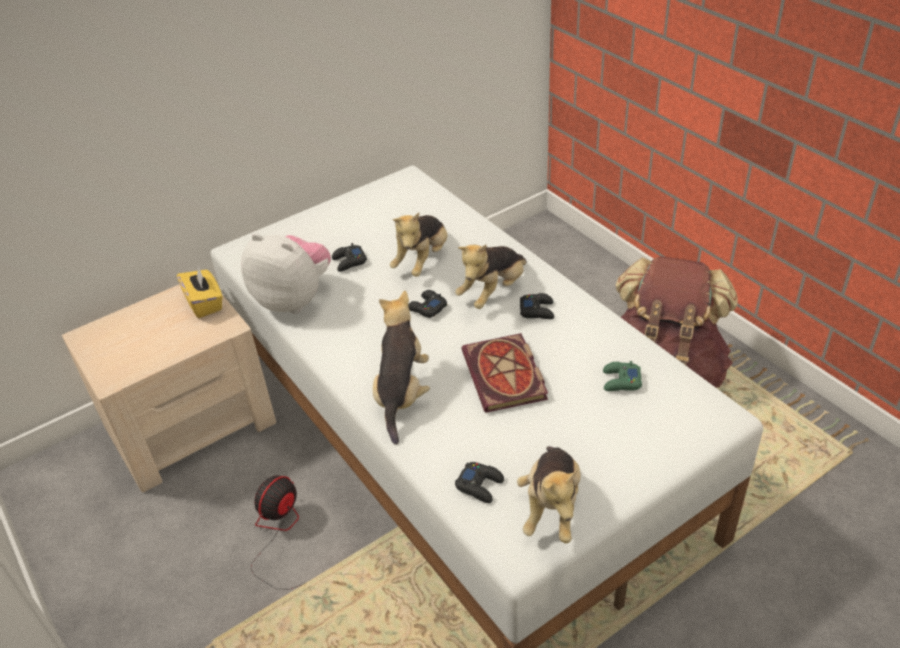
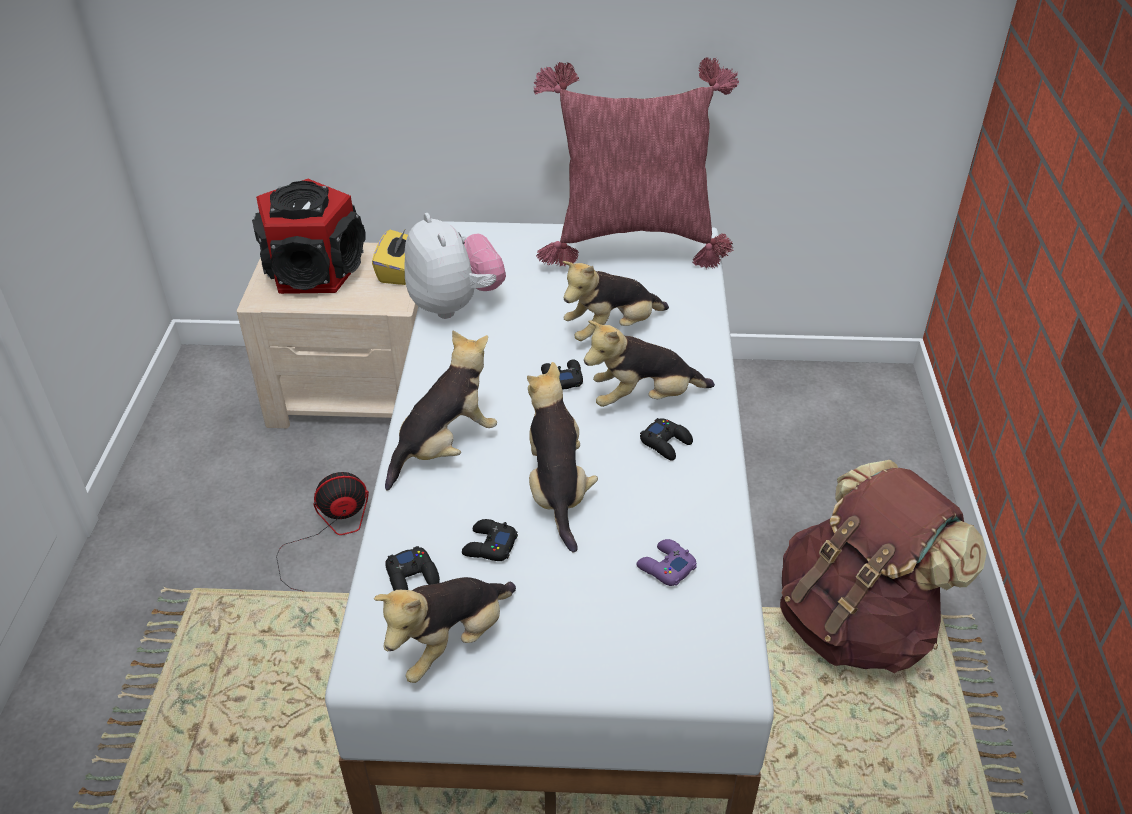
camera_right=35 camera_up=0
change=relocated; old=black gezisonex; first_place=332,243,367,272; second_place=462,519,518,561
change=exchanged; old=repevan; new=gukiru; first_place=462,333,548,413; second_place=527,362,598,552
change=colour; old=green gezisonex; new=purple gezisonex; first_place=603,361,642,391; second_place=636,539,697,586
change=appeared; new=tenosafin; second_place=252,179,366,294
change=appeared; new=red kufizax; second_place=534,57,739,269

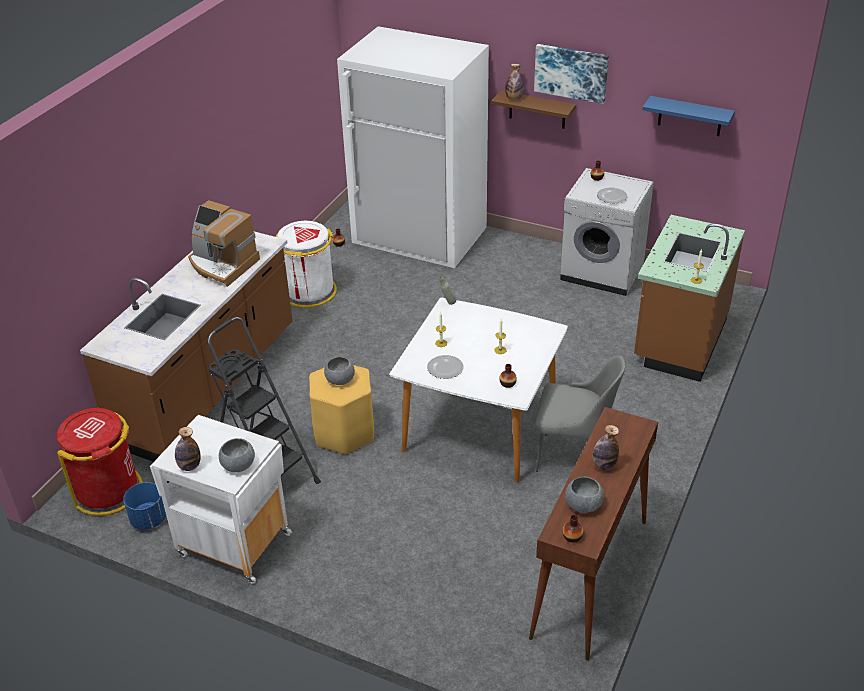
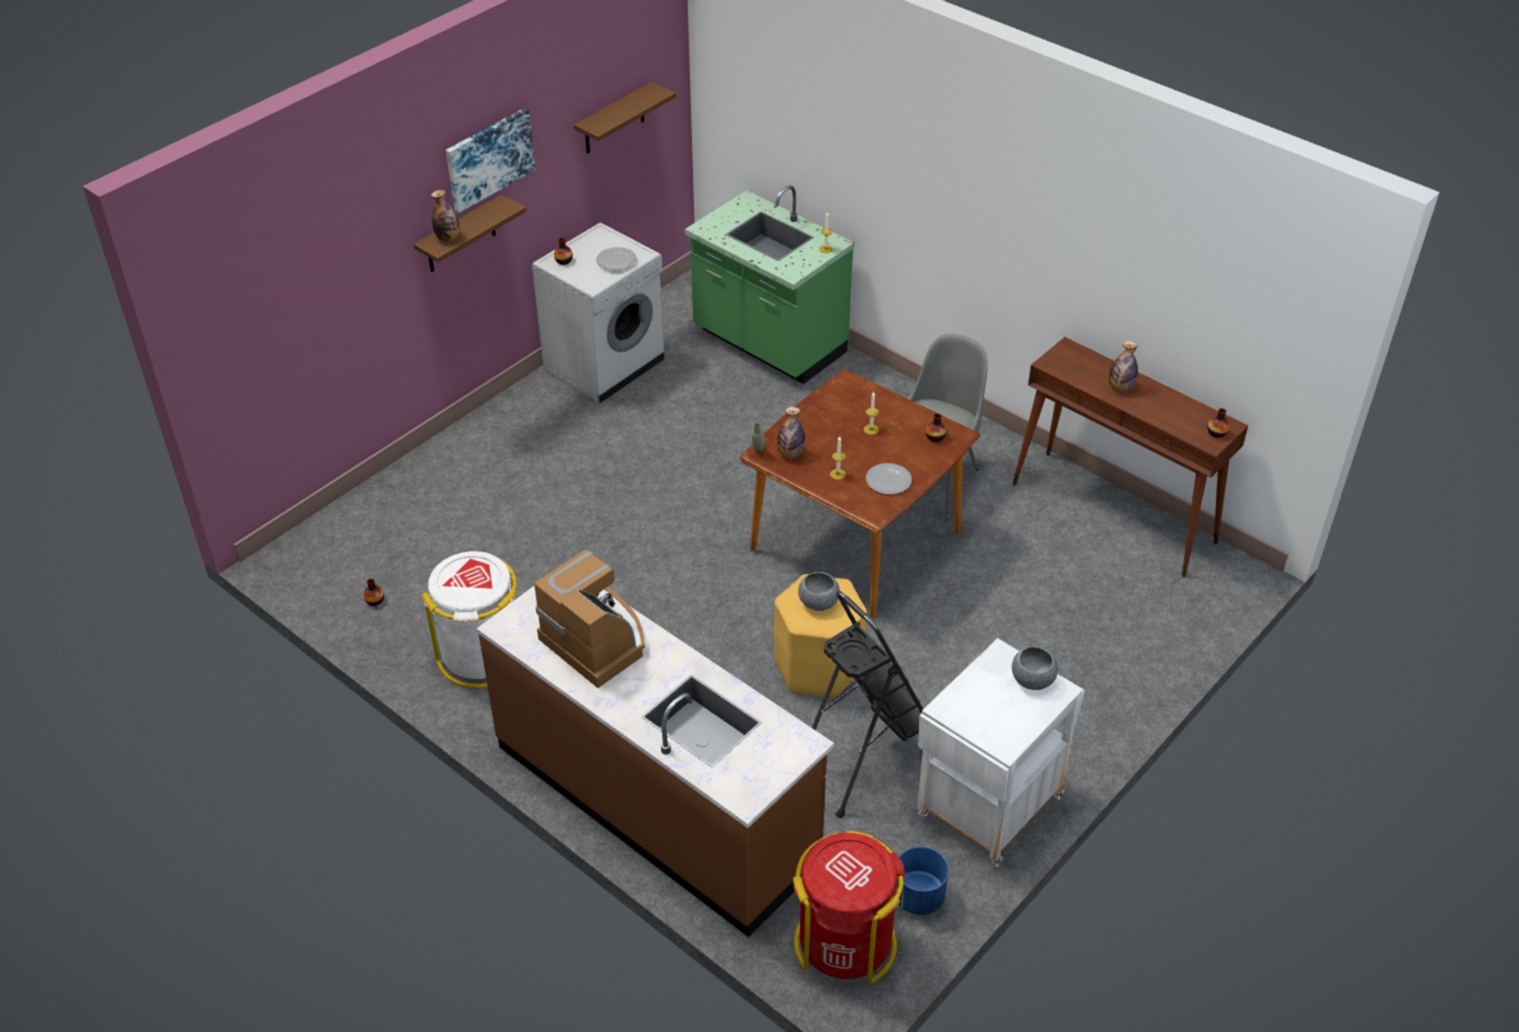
camera_right=-75 camera_up=5
change=relocated; old=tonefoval; first_place=175,427,201,471; second_place=777,407,805,458
change=spun; old=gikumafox; first_place=188,200,260,287; second_place=534,549,645,688; degrees=-90
change=missing; old=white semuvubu; first_place=337,26,489,268
change=colour; old=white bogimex; new=brown bogimex; first_place=389,298,568,483; second_place=740,369,981,618
change=missing; old=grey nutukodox; first_place=565,477,604,513
change=colour; old=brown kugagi; new=green kugagi; first_place=634,215,745,382; second_place=685,185,854,384
change=colour; old=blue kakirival; new=brown kakirival; first_place=643,96,735,136; second_place=574,82,676,153

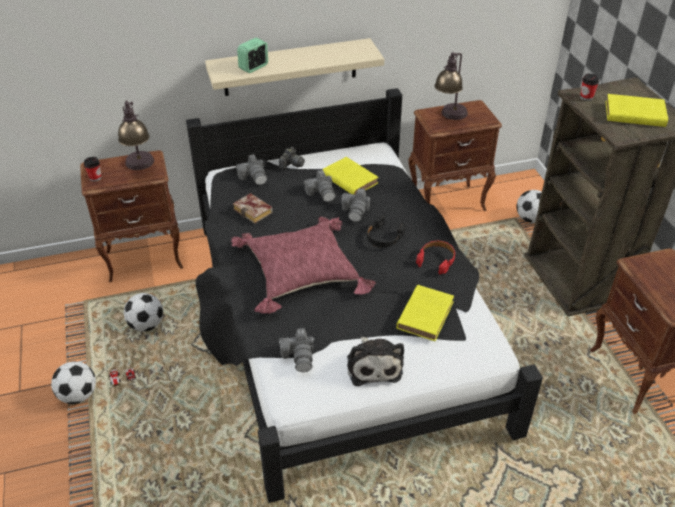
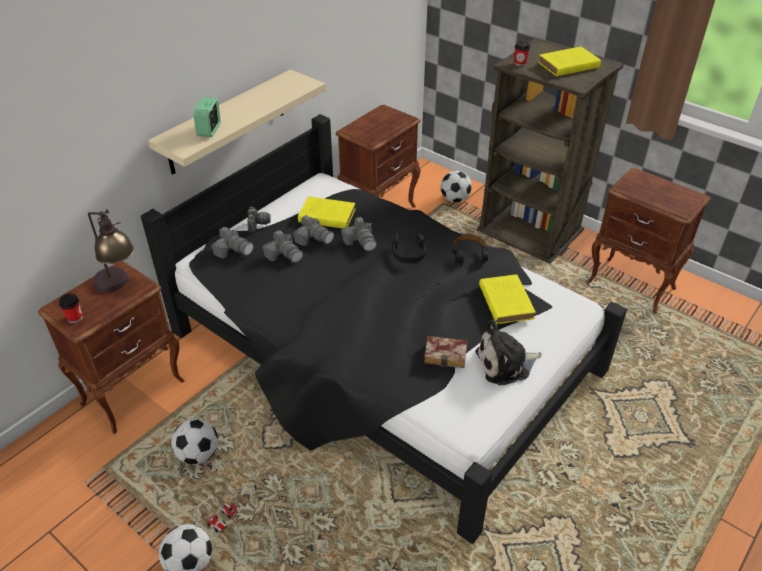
camera_right=-35 camera_up=0
change=missing; old=red kufizax; first_place=231,216,376,314
change=relocated; old=repevan; first_place=233,193,273,224; second_place=424,336,467,368
change=relocated; old=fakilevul; first_place=279,328,314,372; second_place=262,230,303,263
change=spun; old=gukiru; first_place=347,336,404,386; second_place=475,319,542,385; degrees=120
change=colour; old=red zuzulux; new=black zuzulux; first_place=416,241,455,274; second_place=452,234,488,265
change=missing; old=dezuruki; first_place=435,52,468,120

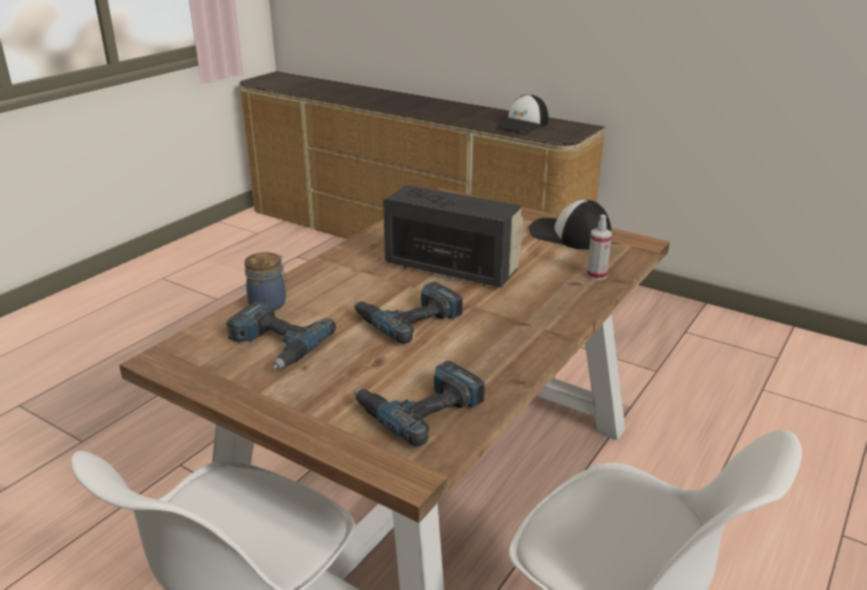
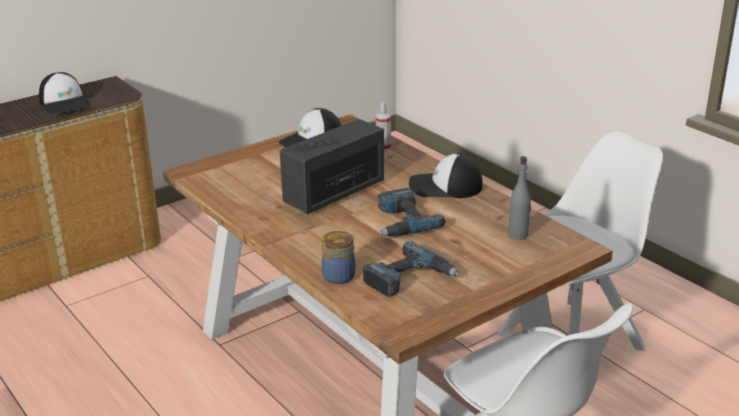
camera_right=-70 camera_up=0
change=exchanged; old=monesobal; new=grey tonefoval; first_place=354,361,485,446; second_place=508,156,531,240
change=appeared; new=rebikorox; second_place=409,153,483,198

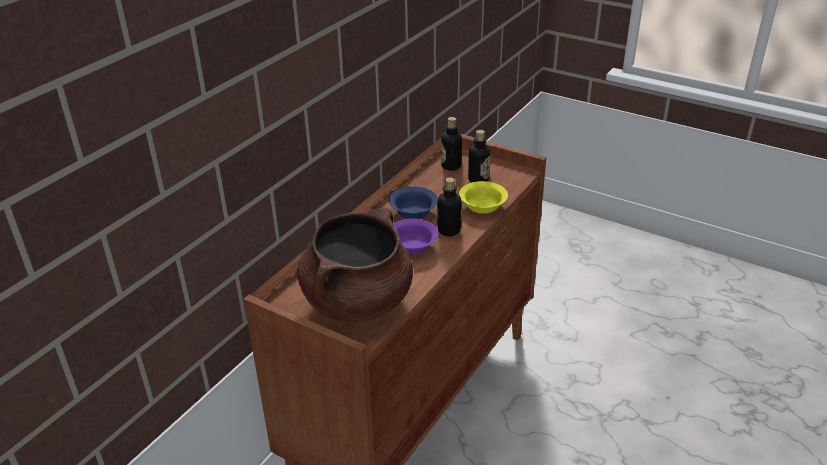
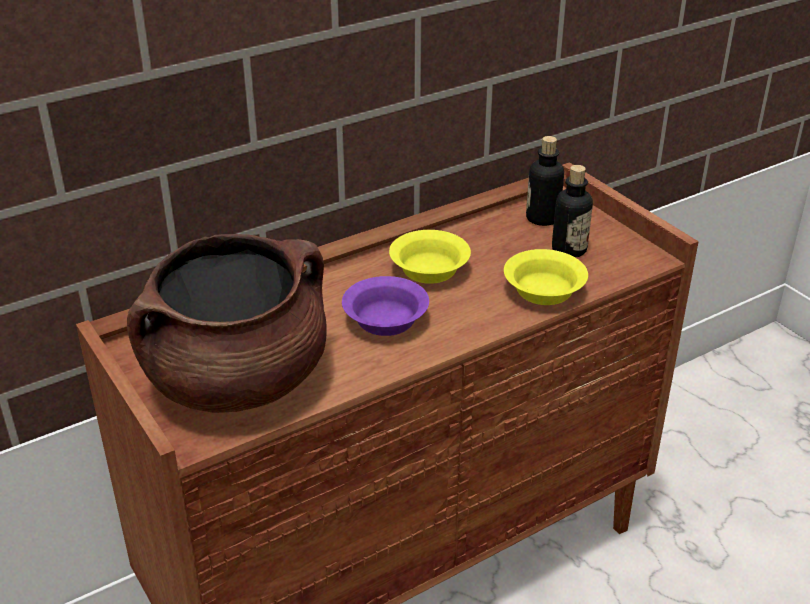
camera_right=25 camera_up=0
change=colour; old=blue nutukodox; new=yellow nutukodox; first_place=389,187,438,219; second_place=389,230,471,284
change=missing; old=tonefoval; first_place=437,177,462,236

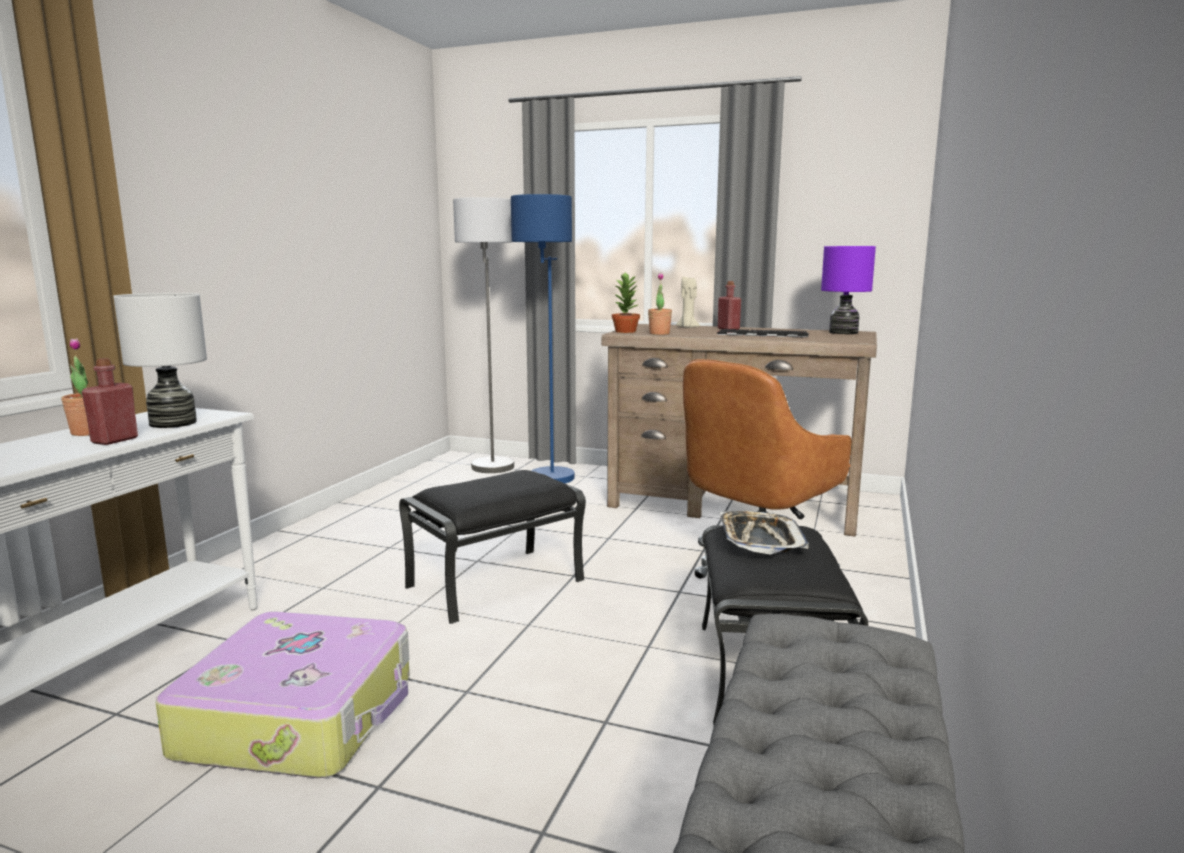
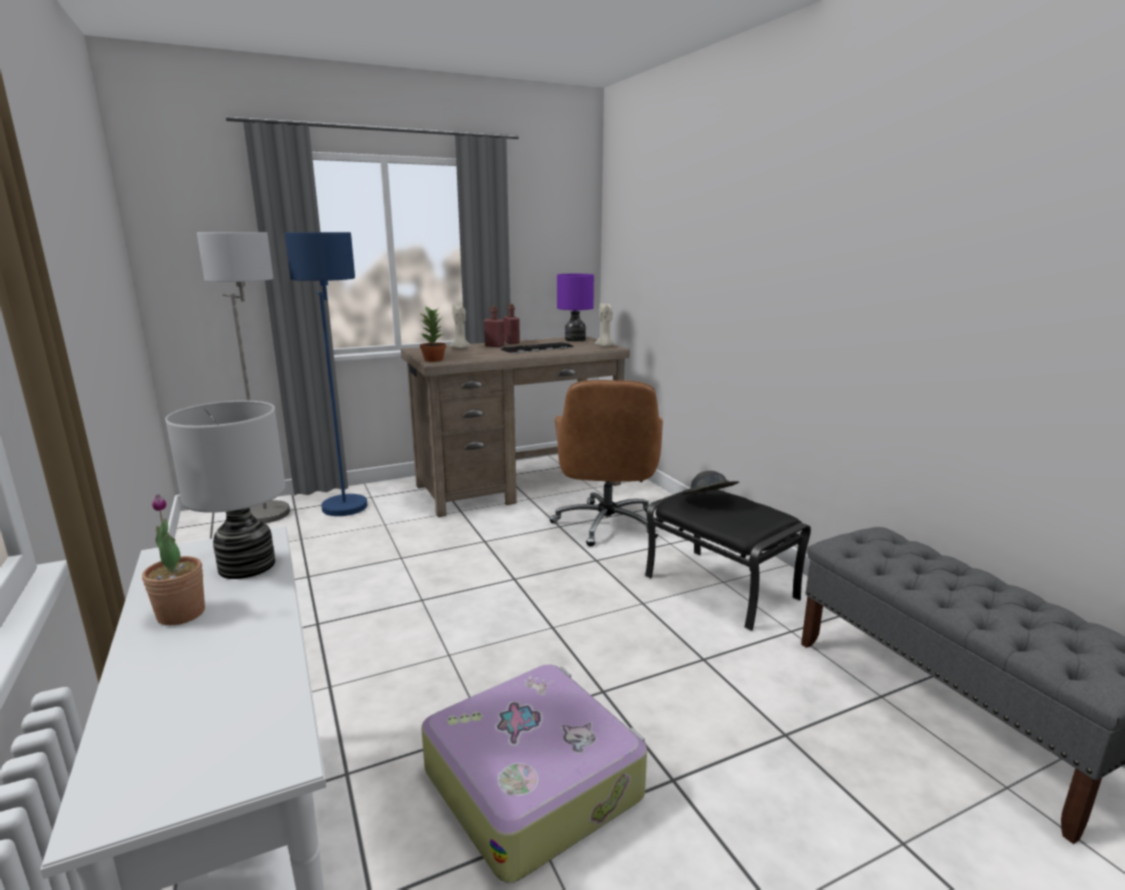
camera_right=-45 camera_up=5
change=relocated; old=red tonefoval; first_place=82,358,138,445; second_place=503,304,520,344
change=missing; old=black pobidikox; first_place=399,470,586,624
change=missing; old=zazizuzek; first_place=648,273,672,335
change=exchanged; old=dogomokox; new=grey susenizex; first_place=719,511,808,555; second_place=680,471,739,495
change=appeared; new=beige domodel; second_place=595,303,616,347

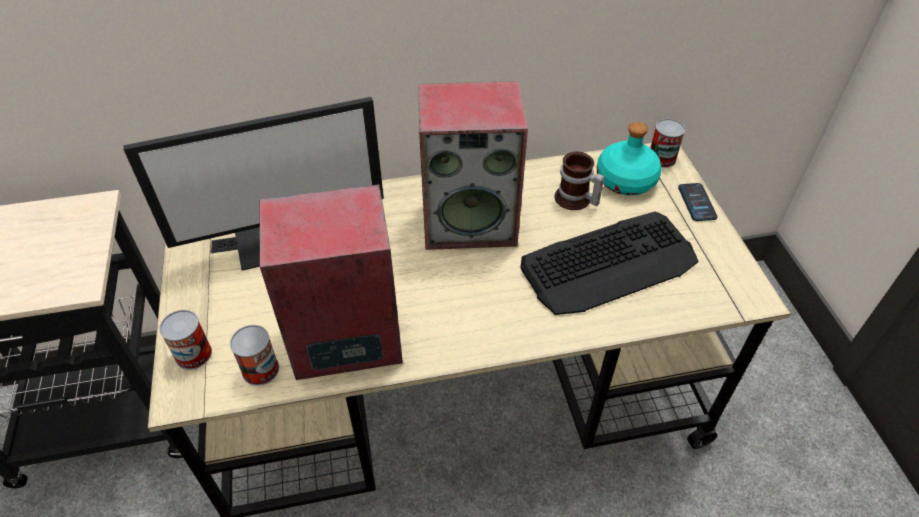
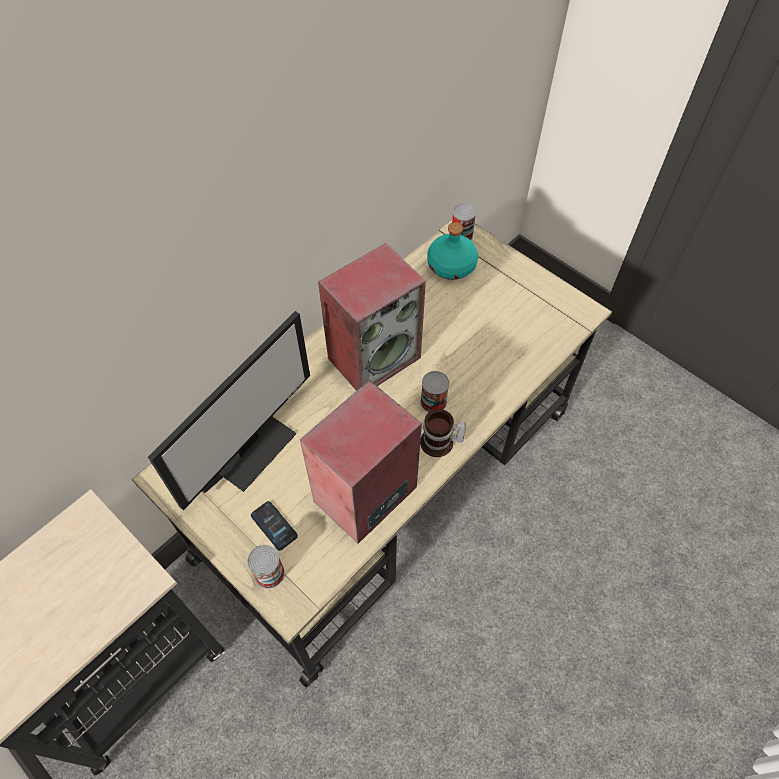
camera_right=-35 camera_up=10
change=relocated; old=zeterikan; first_place=230,325,279,385; second_place=421,371,449,412
change=missing; old=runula; first_place=520,211,698,315
change=relocated; old=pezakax; first_place=555,151,605,210; second_place=420,409,466,457
change=relocated; old=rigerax; first_place=678,183,718,221; second_place=251,501,298,550

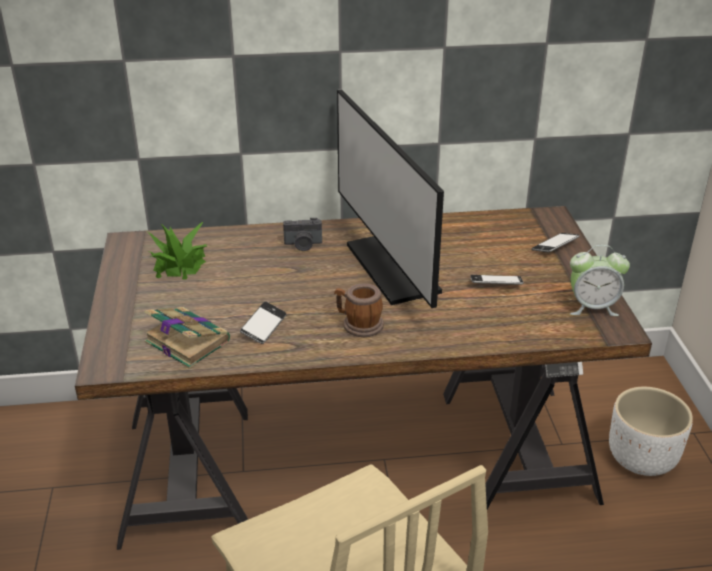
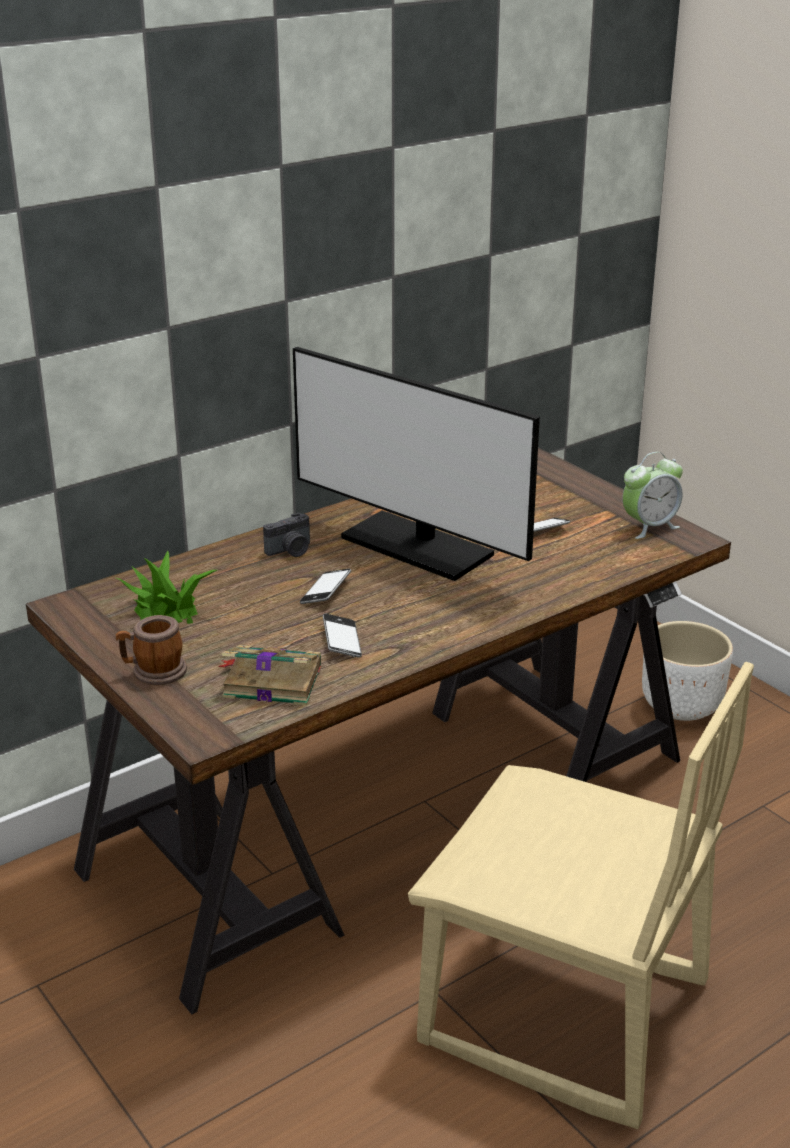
camera_right=-30 camera_up=-5
change=relocated; old=pezakax; first_place=334,283,384,337; second_place=116,615,187,685
change=relocated; old=rigerax; first_place=532,233,579,252; second_place=300,569,351,604

